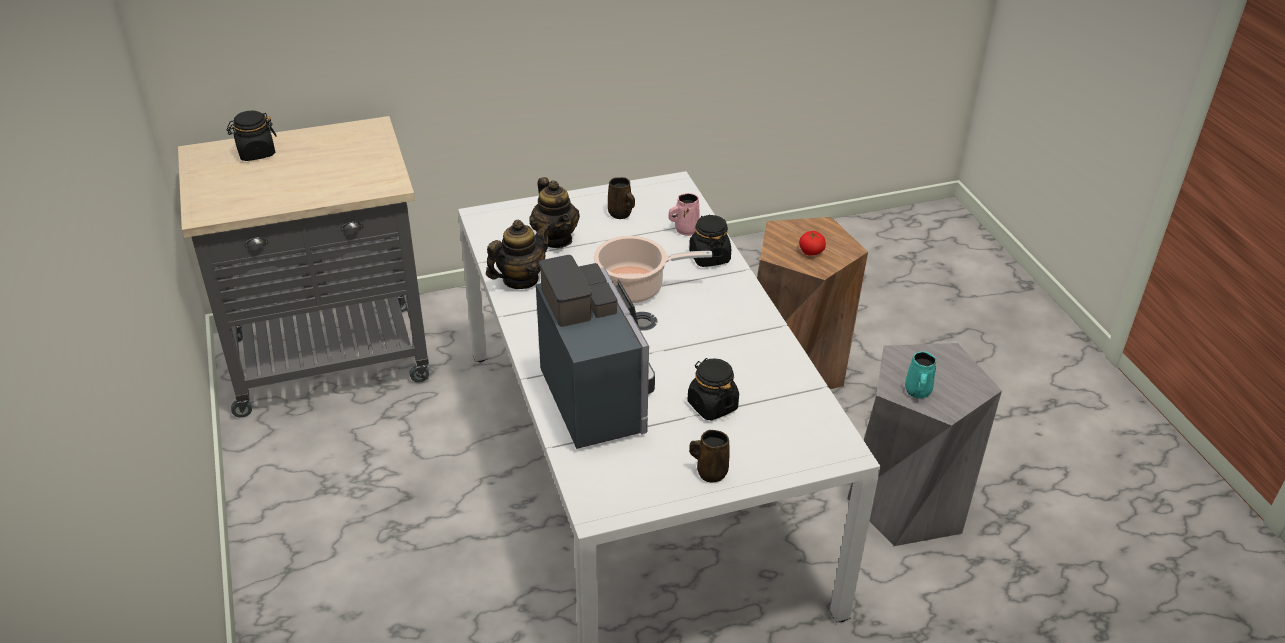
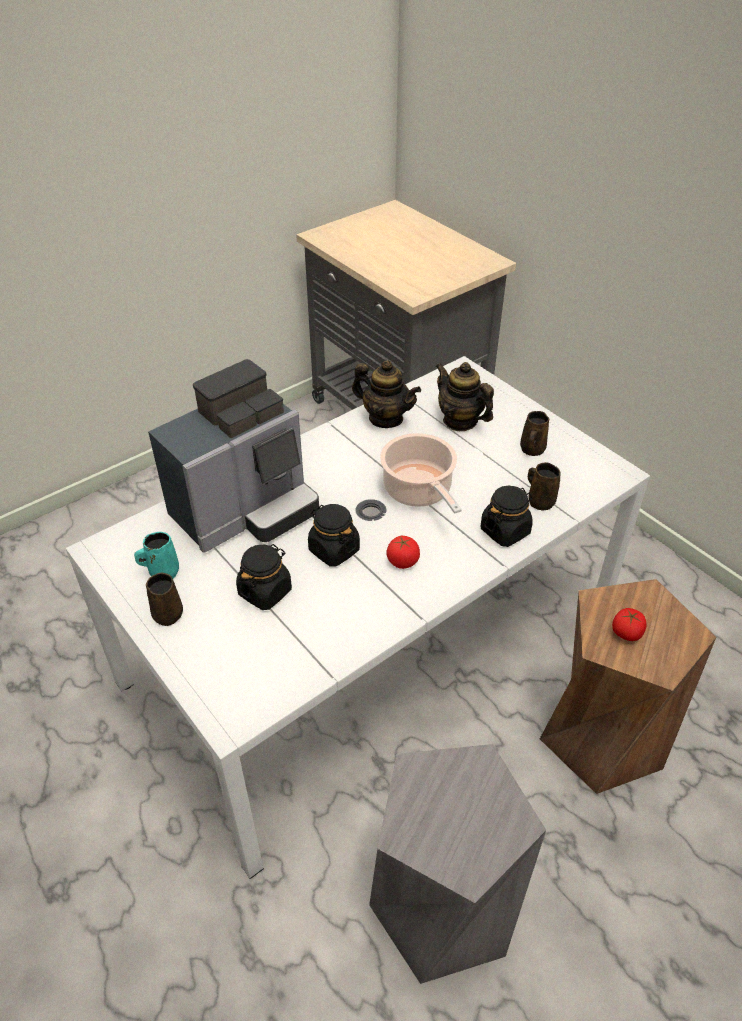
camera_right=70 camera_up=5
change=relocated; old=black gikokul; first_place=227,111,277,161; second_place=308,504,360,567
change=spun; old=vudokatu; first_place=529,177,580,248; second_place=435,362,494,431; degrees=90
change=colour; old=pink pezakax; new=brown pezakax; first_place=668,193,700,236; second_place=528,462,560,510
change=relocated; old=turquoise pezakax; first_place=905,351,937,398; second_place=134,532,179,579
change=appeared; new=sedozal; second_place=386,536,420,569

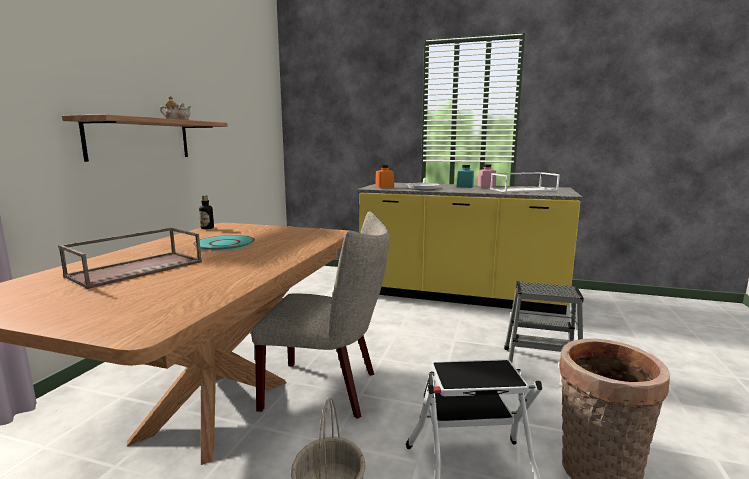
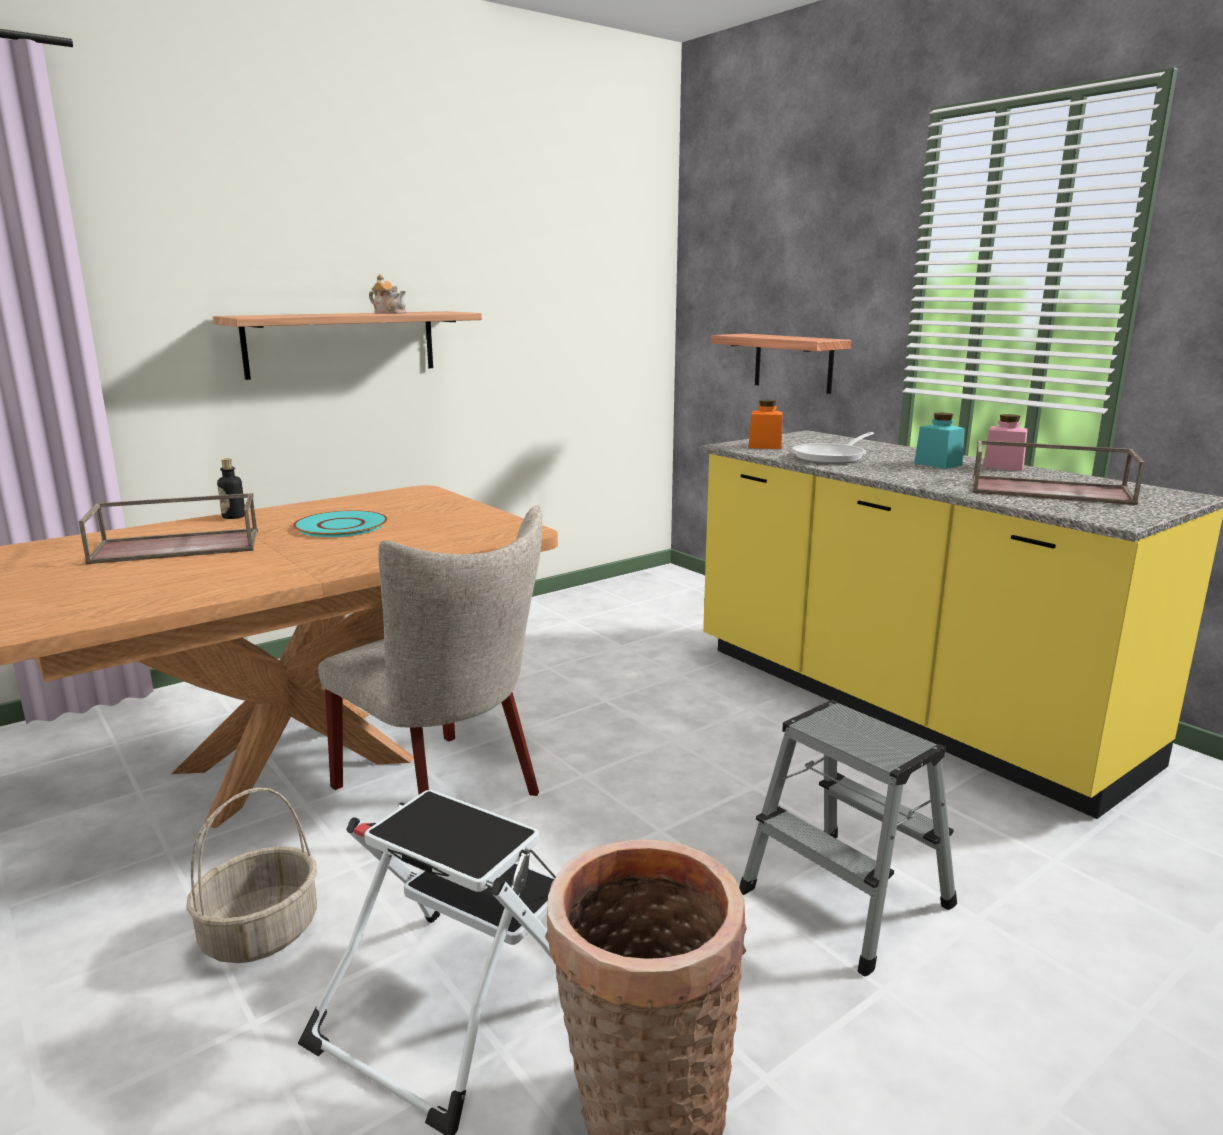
camera_right=35 camera_up=5
change=relocated; old=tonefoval; first_place=199,195,214,229; second_place=217,459,245,519
change=colour; old=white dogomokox; new=brown dogomokox; first_place=490,172,560,193; second_place=973,440,1145,505
change=appeared; new=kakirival; second_place=711,334,851,394

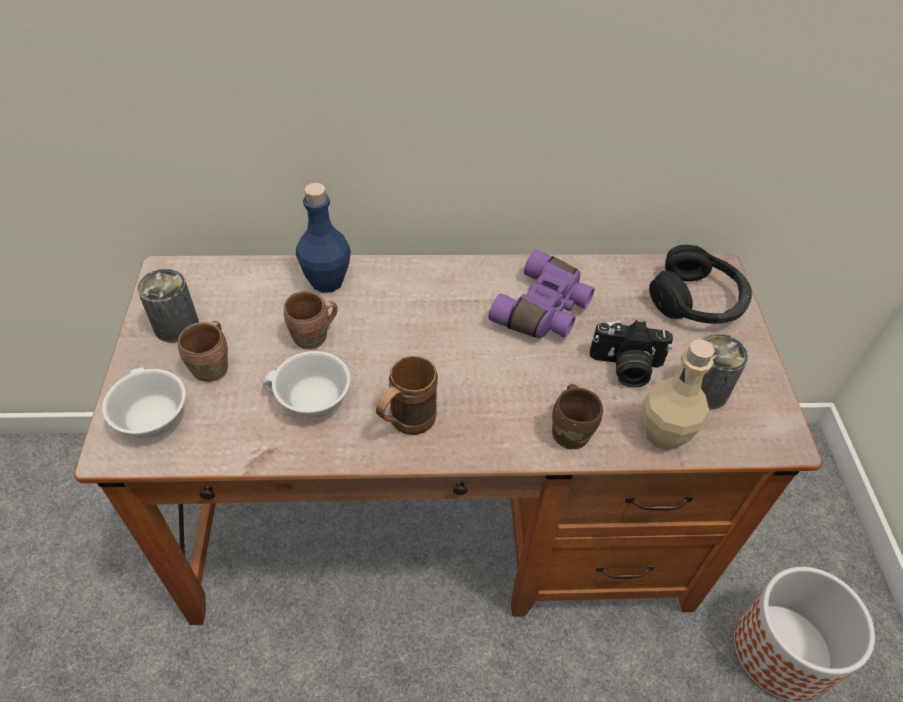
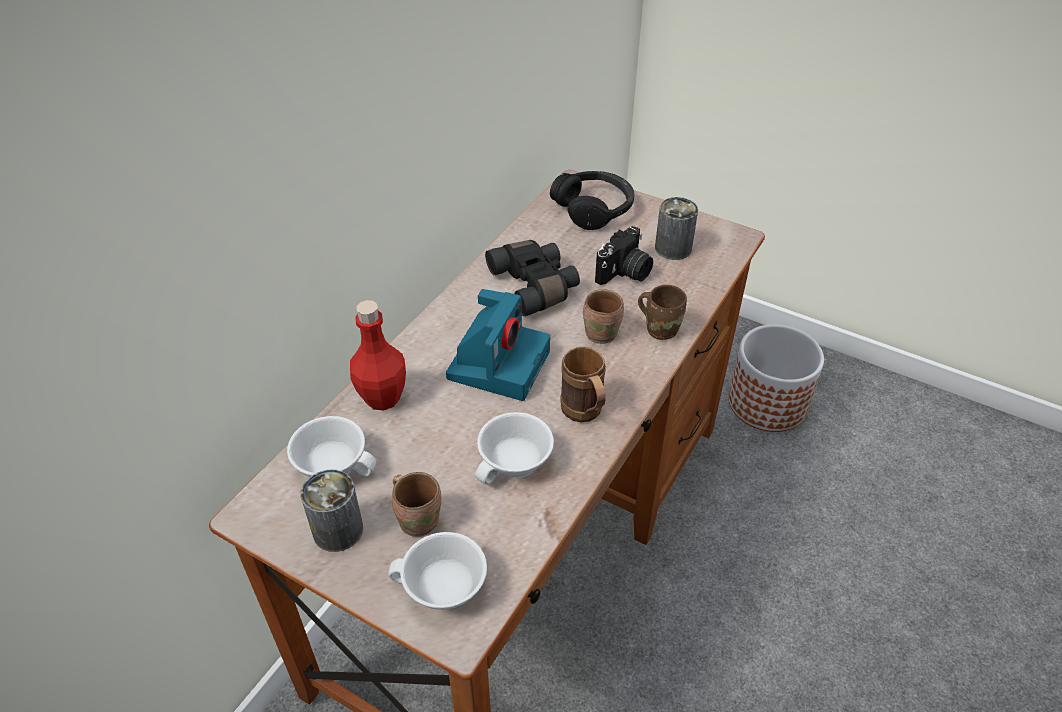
camera_right=-55 camera_up=-5
change=relocated; old=brown pezakax; first_place=284,291,338,350; second_place=583,289,624,344
change=colour; old=blue tonefoval; new=red tonefoval; first_place=296,183,351,293; second_place=350,300,406,411
change=colour; old=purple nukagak; new=black nukagak; first_place=488,249,594,338; second_place=485,240,580,316
change=missing; old=beige tonefoval; first_place=643,339,715,450
change=appeared; new=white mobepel; second_place=287,416,376,477
change=appeared; new=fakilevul; second_place=446,289,550,401

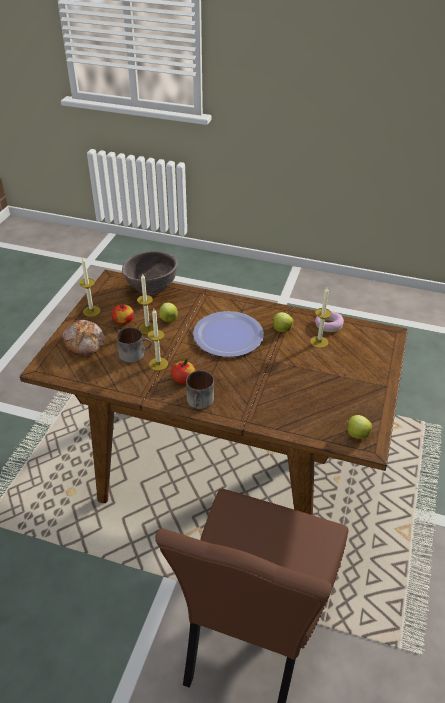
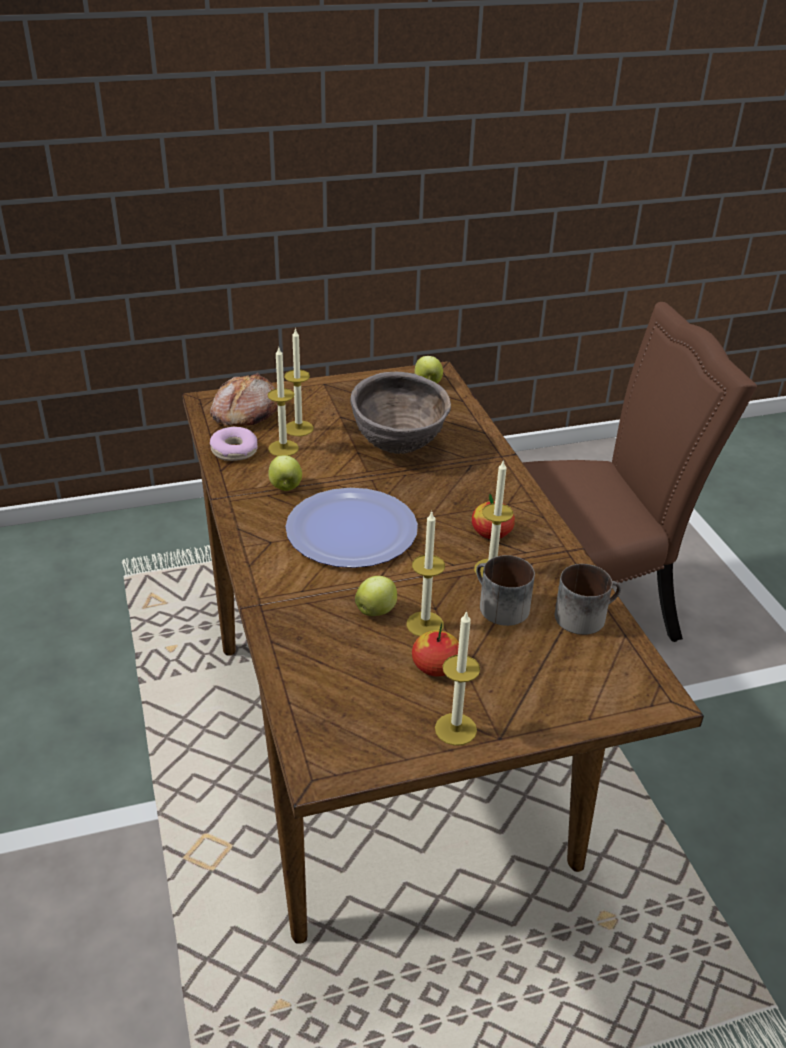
camera_right=-125 camera_up=-5
change=relocated; old=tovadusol; first_place=62,320,105,355; second_place=210,373,278,426
change=relocated; old=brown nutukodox; first_place=122,251,178,295; second_place=350,372,451,454
change=relocated; old=pezakax; first_place=186,371,214,409; second_place=555,564,621,635
change=appeared; new=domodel; second_place=284,328,314,436

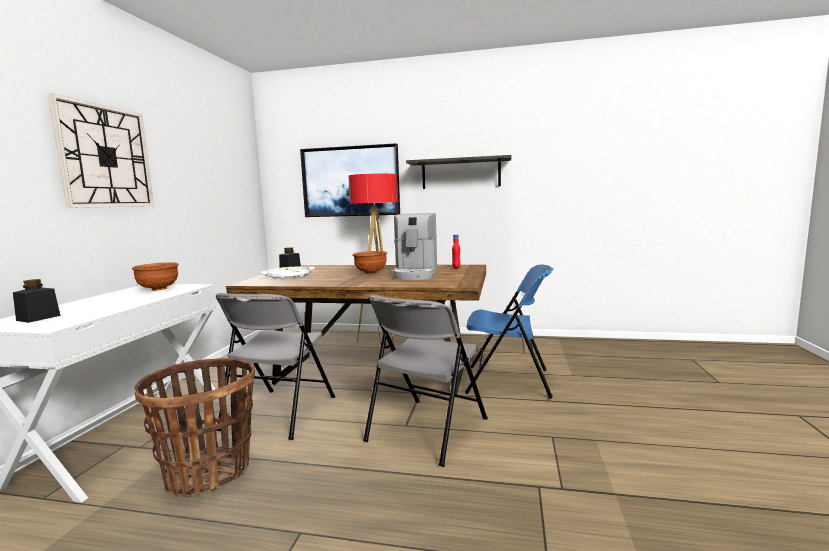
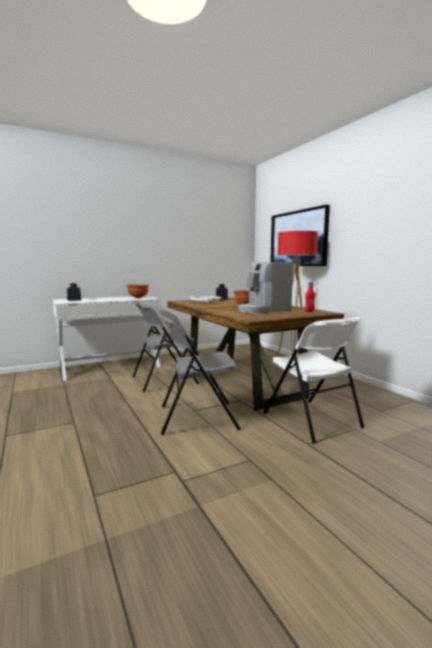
camera_right=50 camera_up=0
change=missing; old=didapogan; first_place=48,93,154,208
change=missing; old=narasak; first_place=135,358,255,496
change=missing; old=kakirival; first_place=406,155,511,189
change=colour; old=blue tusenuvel; new=white tusenuvel; first_place=465,265,553,399; second_place=264,317,365,444

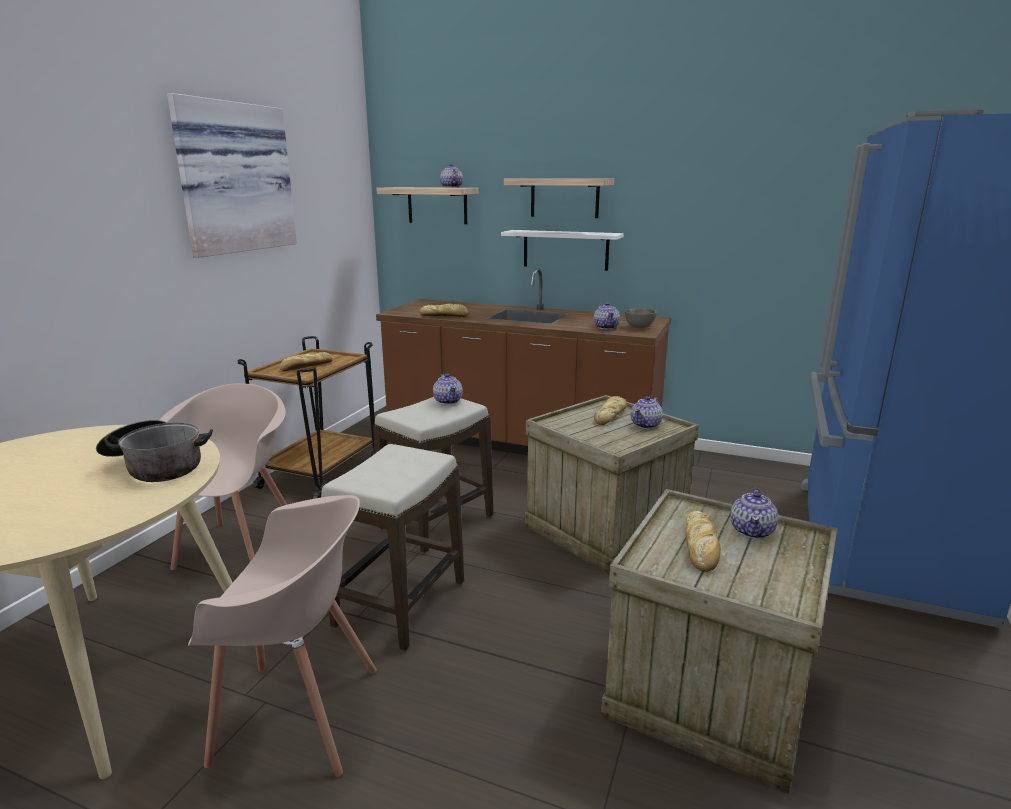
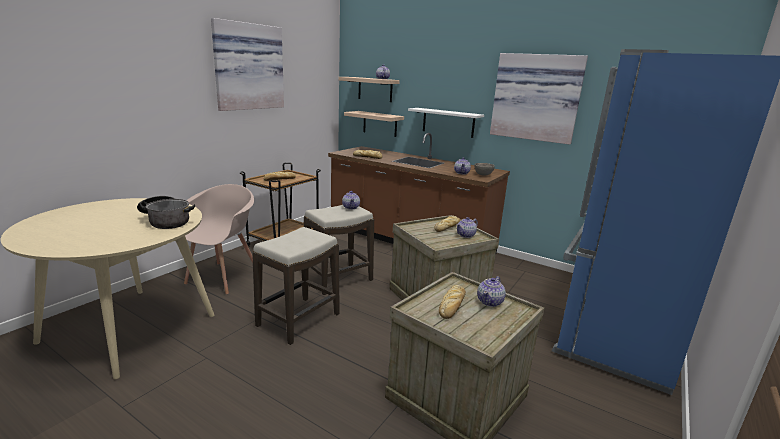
camera_right=10 camera_up=0
change=missing; old=beige tusenuvel; first_place=188,495,377,776
change=relocated; old=kakirival; first_place=504,178,614,218; second_place=344,111,404,137
change=appeared; new=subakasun; second_place=490,53,588,145

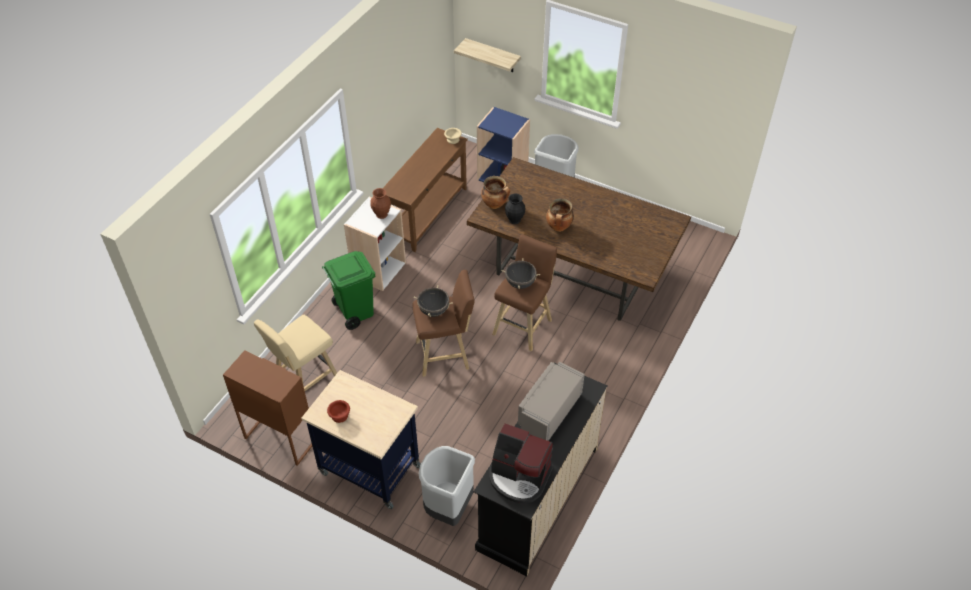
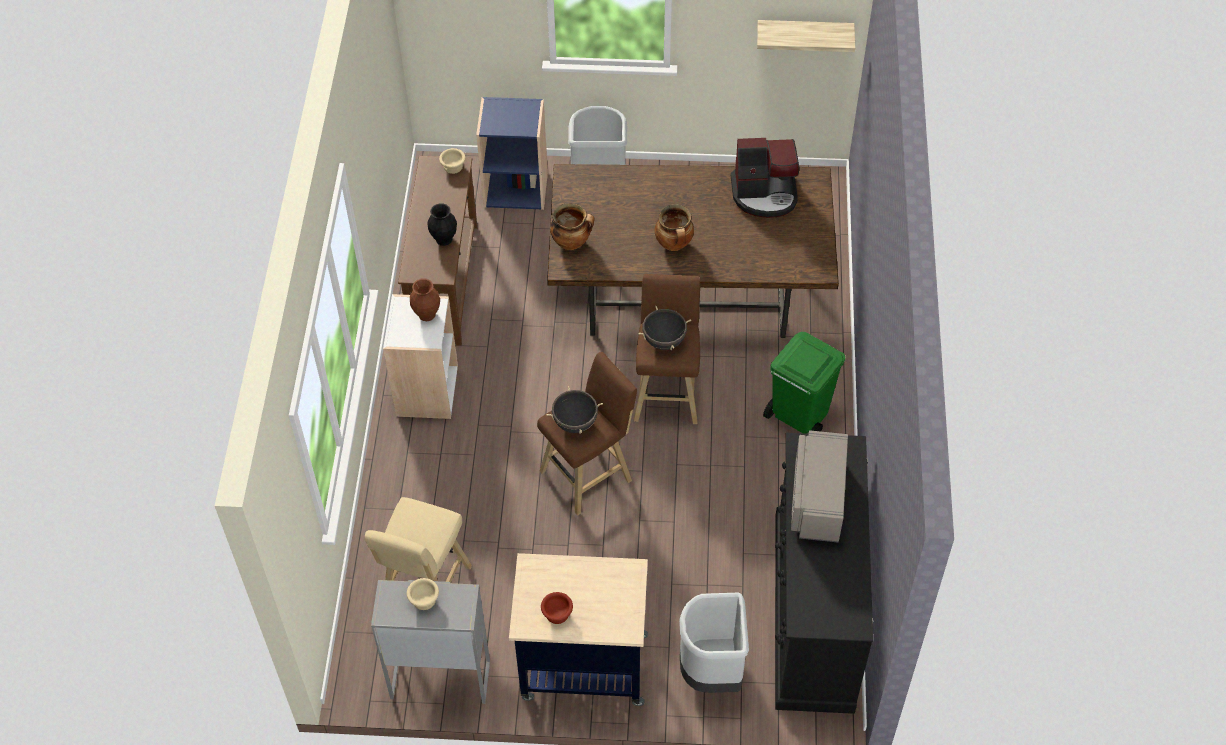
camera_right=-25 camera_up=5
change=colour; old=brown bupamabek; new=grey bupamabek; first_place=223,350,312,466; second_place=371,580,490,704
change=relocated; old=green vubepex; first_place=322,251,375,330; second_place=763,332,845,434
change=relocated; old=kakirival; first_place=454,38,521,72; second_place=757,20,855,52
change=relocated; old=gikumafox; first_place=489,424,553,504; second_place=731,138,799,218
change=relocated; old=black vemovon; first_place=505,194,525,224; second_place=428,203,457,246
change=appeared; new=beige nutukodox; second_place=407,578,439,610

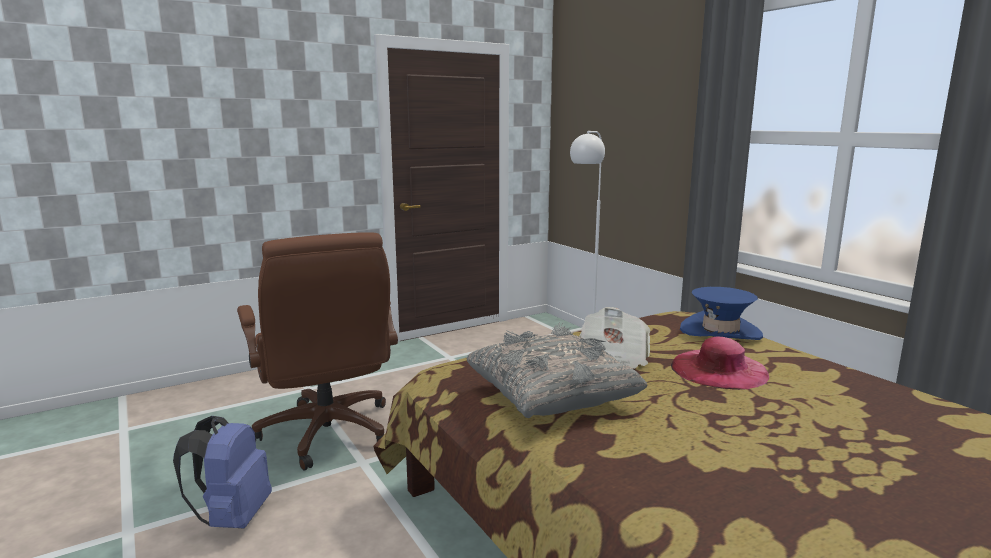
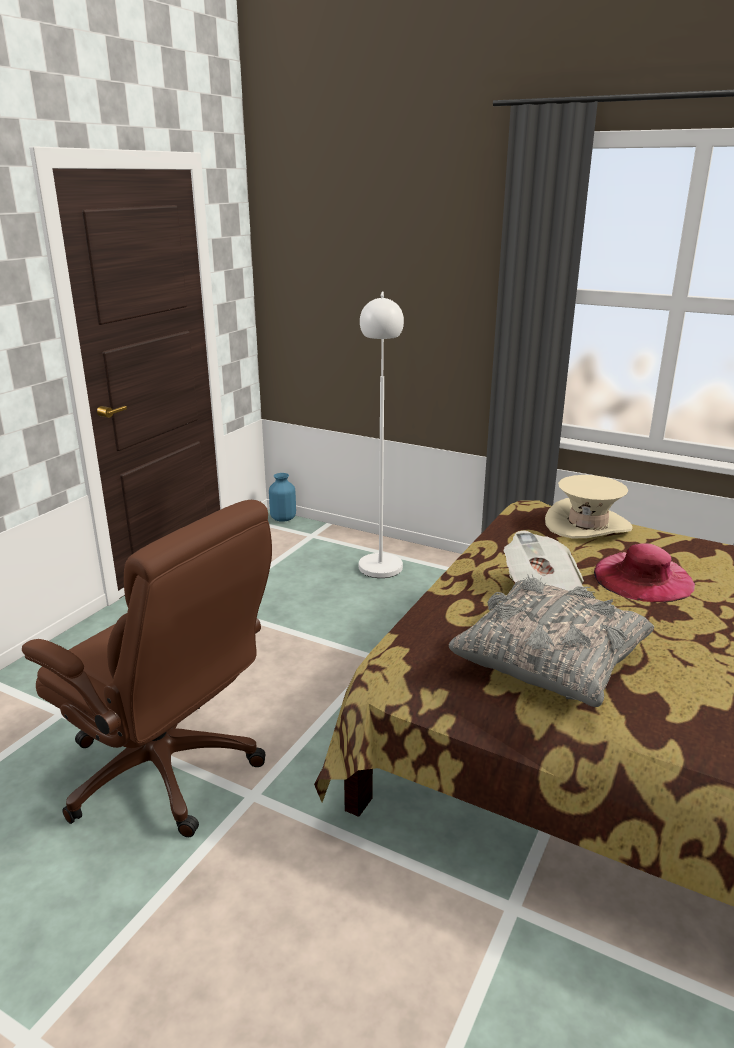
camera_right=-30 camera_up=10
change=missing; old=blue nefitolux; first_place=173,416,272,529
change=colour; old=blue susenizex; new=beige susenizex; first_place=680,287,763,340; second_place=545,475,633,538
change=appeared; new=blue vemovon; second_place=269,473,296,522

